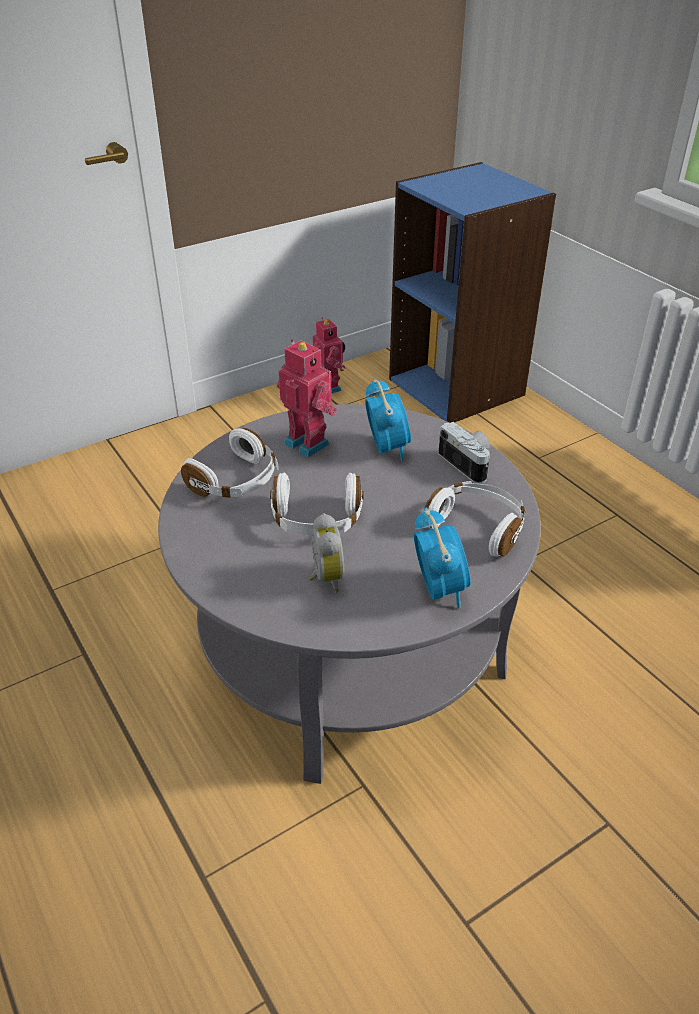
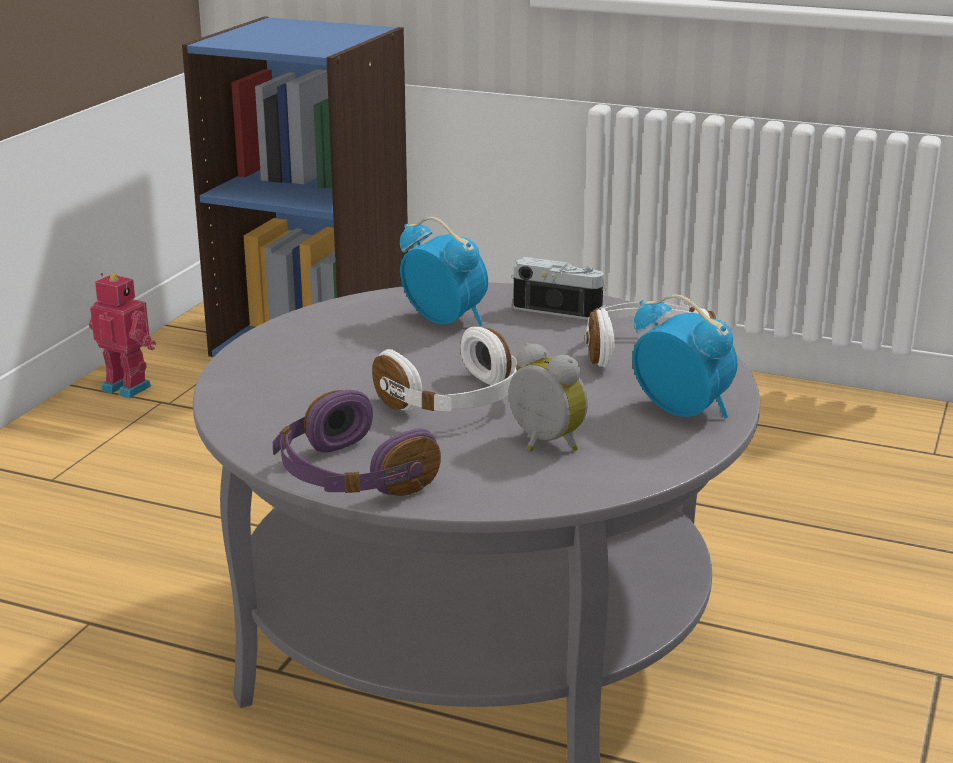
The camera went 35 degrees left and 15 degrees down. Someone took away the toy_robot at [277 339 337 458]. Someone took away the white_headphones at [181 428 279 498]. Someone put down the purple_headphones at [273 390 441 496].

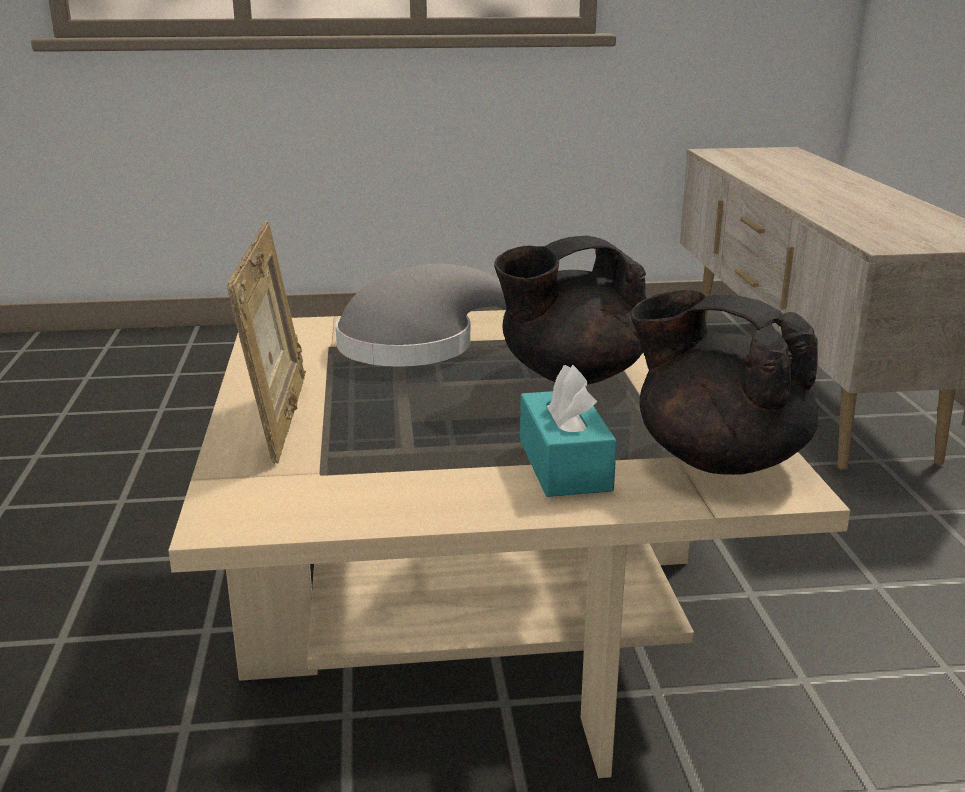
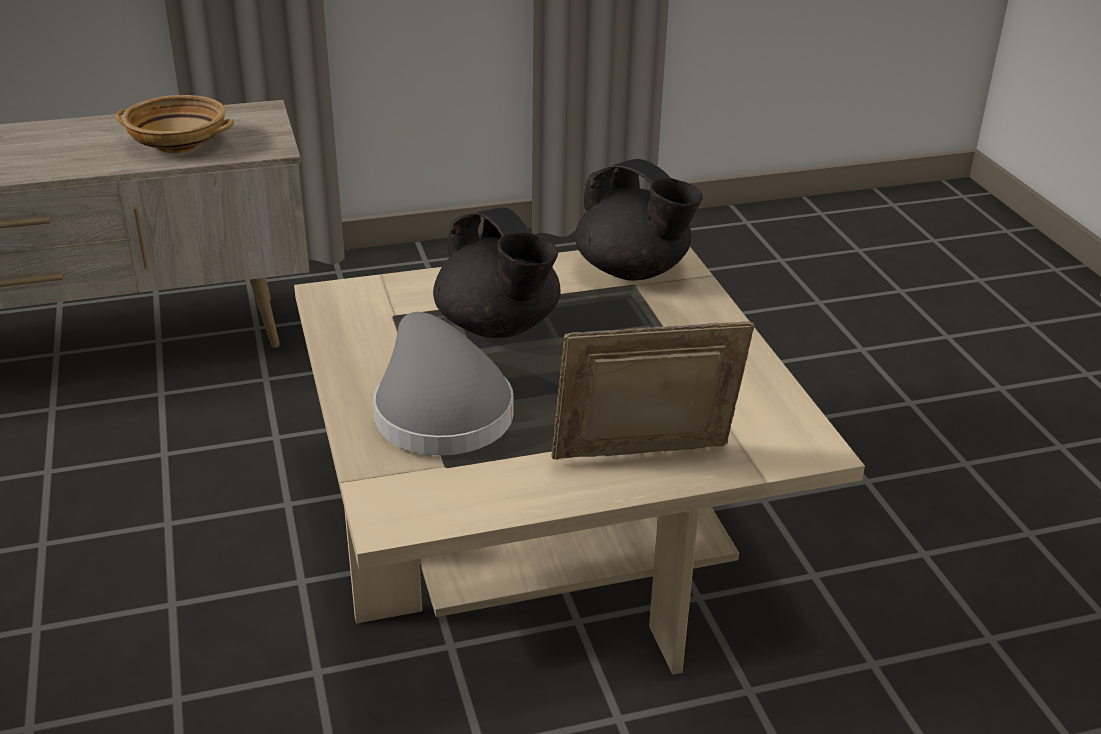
The camera went 100 degrees left and 10 degrees up. Someone rotated the black_teapot at [630 290 819 475] by 75 degrees counterclockwise. Someone took away the turquoise_tissue_box at [520 365 617 497]. Someone put down the beige_bowl at [116 95 234 153].

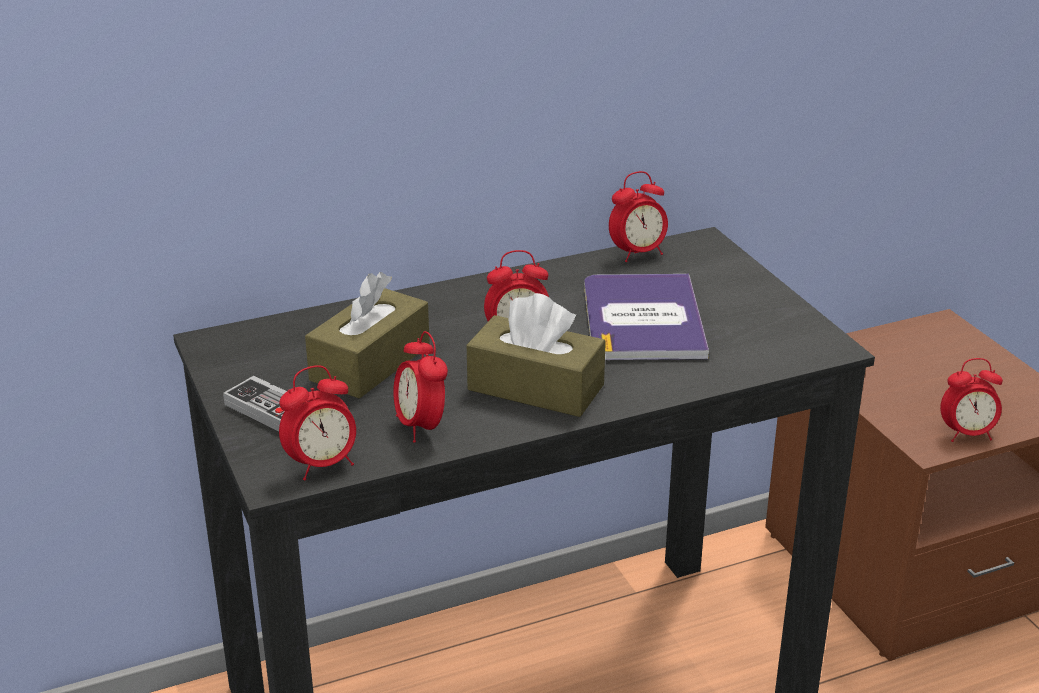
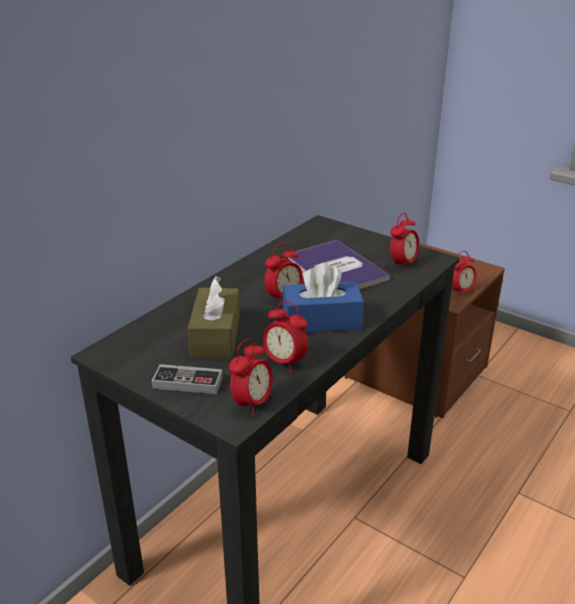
The camera went 30 degrees left and 0 degrees up. Someone carried the alarm_clock from [609 171 668 262] to [390 213 419 271]. Someone repainted the brown_tissue_box at [467 293 606 417], which became the blue_tissue_box at [282 263 364 332].

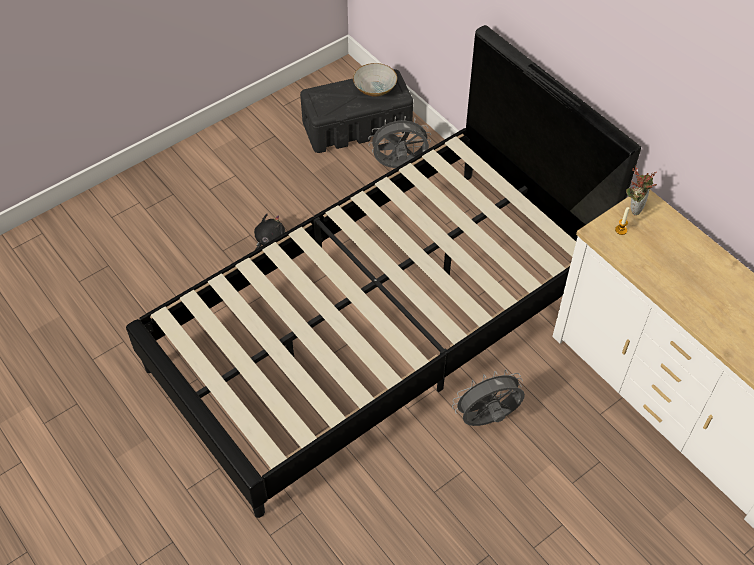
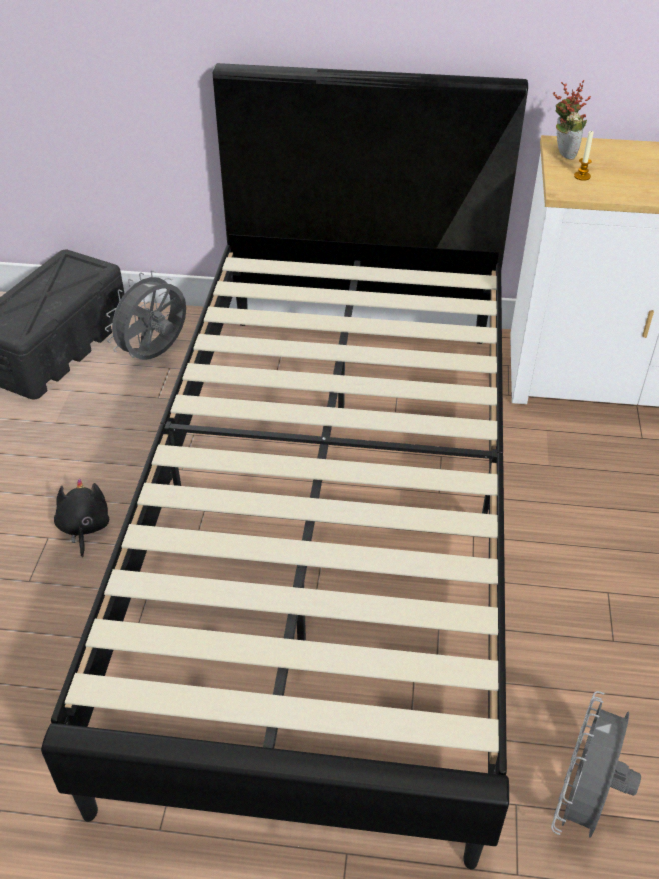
The camera went 45 degrees left and 10 degrees down. Someone took away the bowl at [353 63 397 96]. Someone carried the grey_fan from [452 369 525 426] to [551 691 641 838].

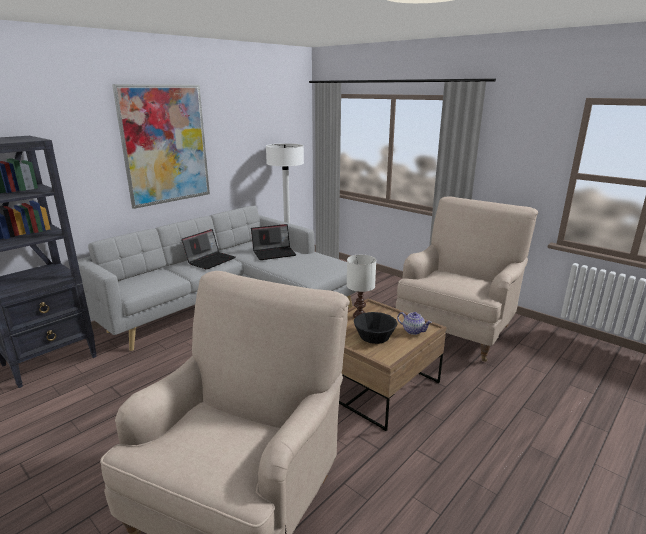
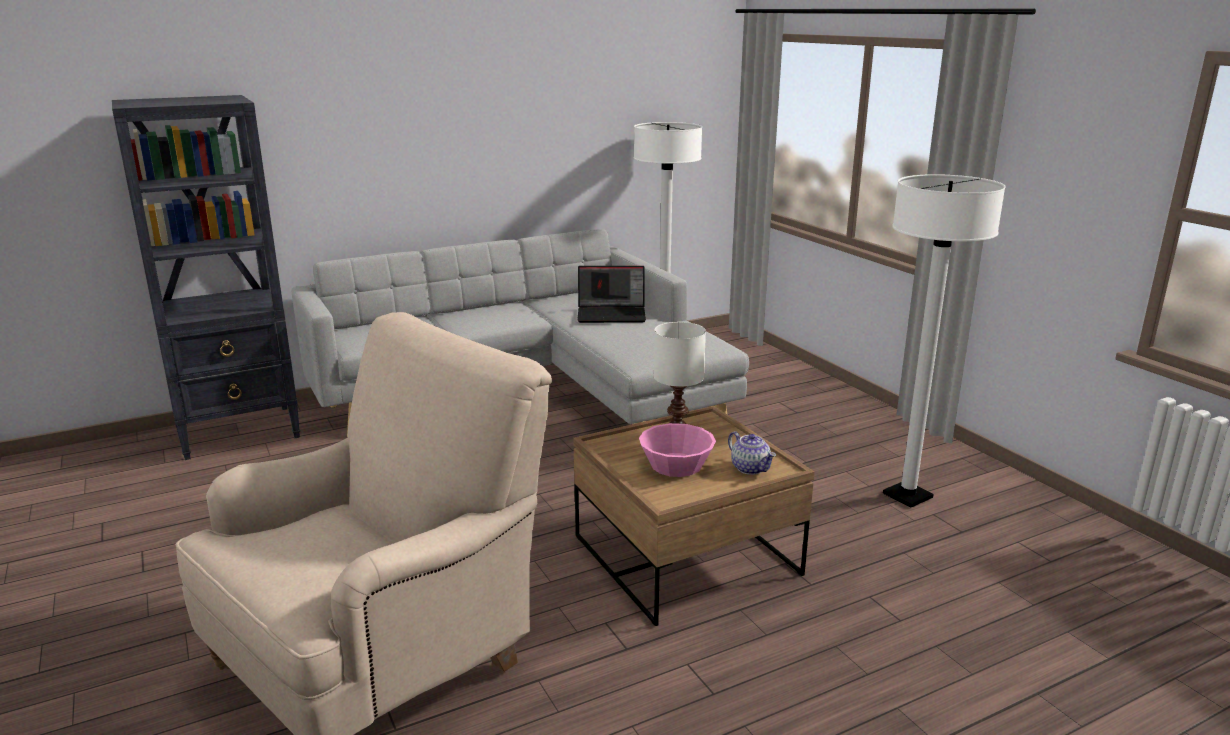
The camera went 20 degrees right and 0 degrees up. Someone took away the picture at [112 84 210 209]. Someone swapped the beige_armchair at [396 196 538 362] for the white_floor_lamp at [883 174 1006 508]. Someone took away the laptop at [182 229 236 270]. Someone repainted the black_bowl at [354 312 398 344], which became the pink_bowl at [639 423 716 477].

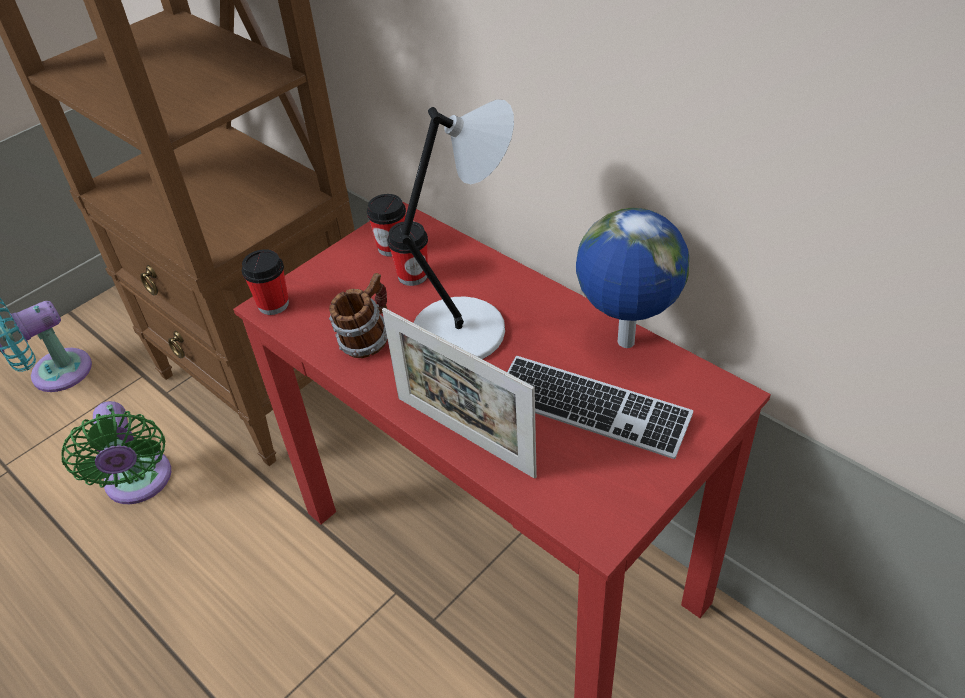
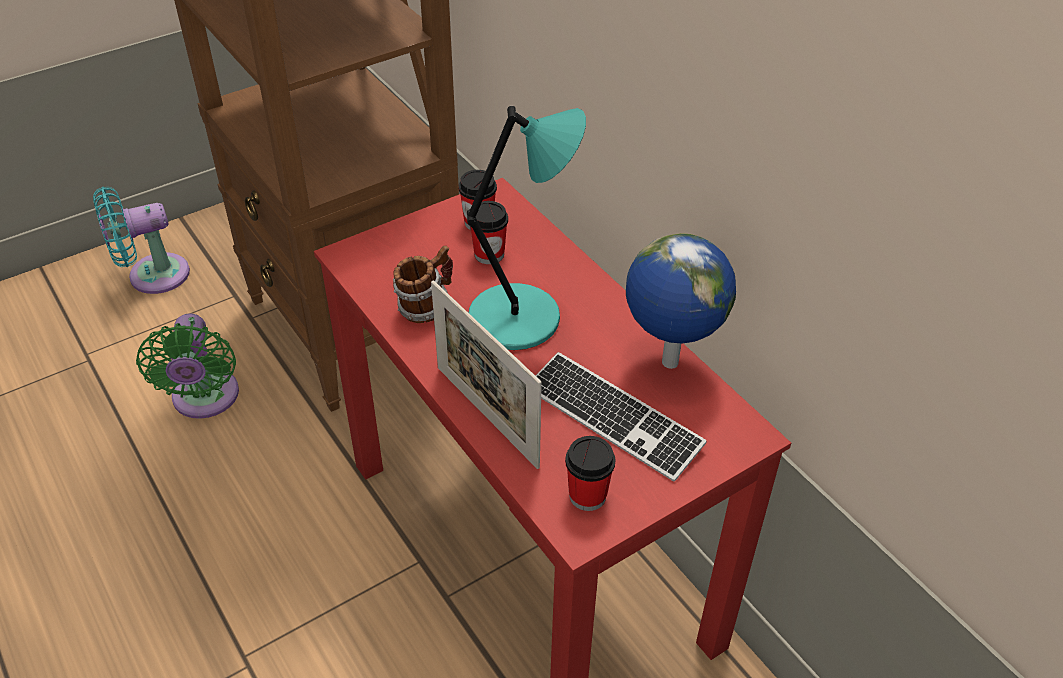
The camera went 10 degrees right and 0 degrees up. Someone repainted the grey_table_lamp at [399 99 514 359], which became the turquoise_table_lamp at [467 106 586 350]. Someone carried the cup from [242 249 289 315] to [565 436 615 511].

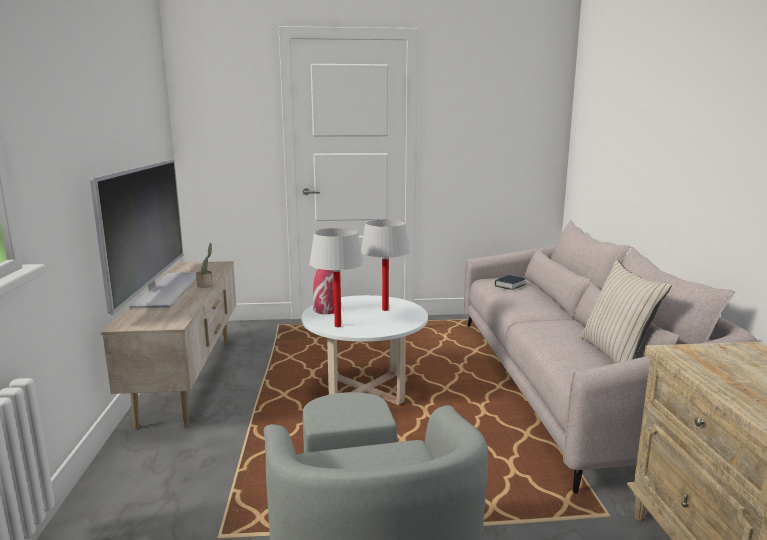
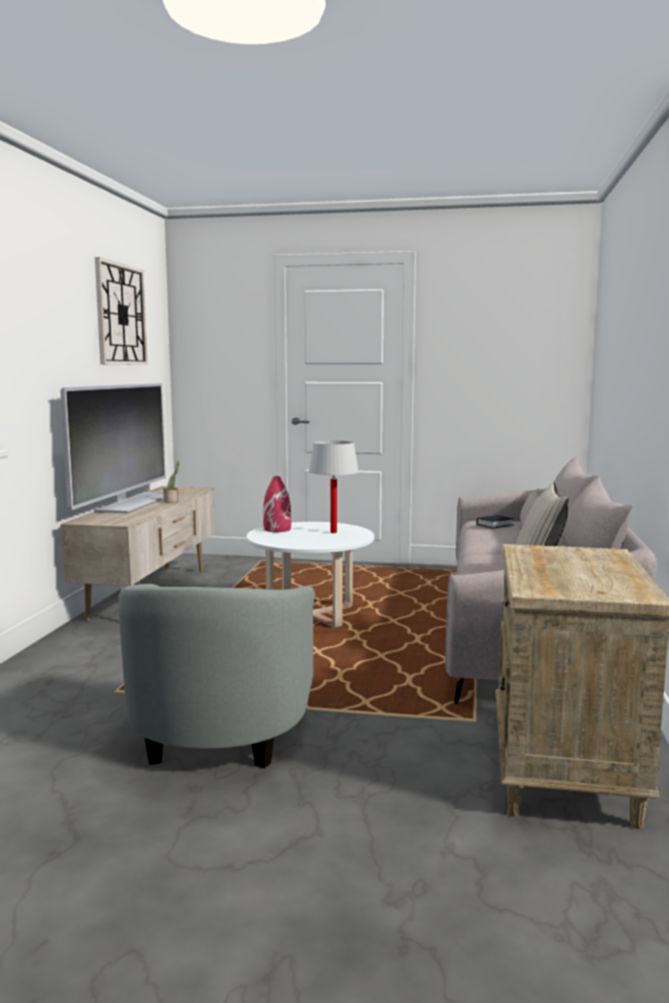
The camera went 15 degrees right and 5 degrees down. Someone took away the white_table_lamp at [309 228 364 327]. Someone put up the wall_clock at [95 257 148 365].

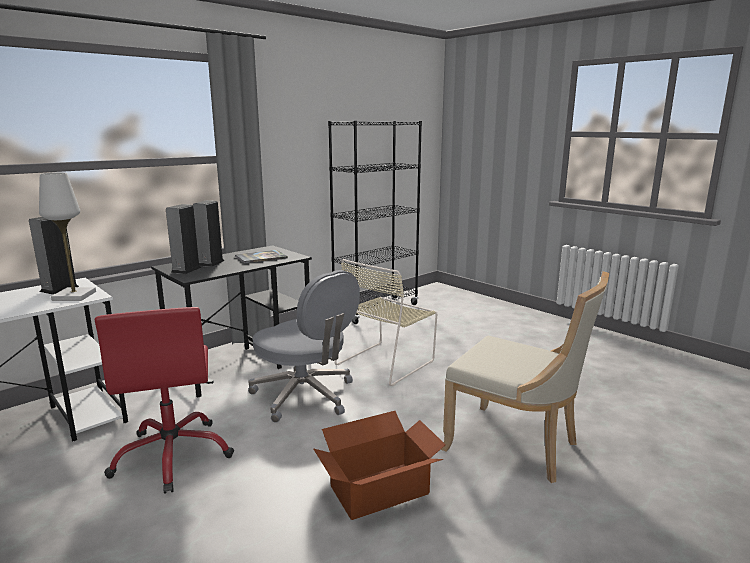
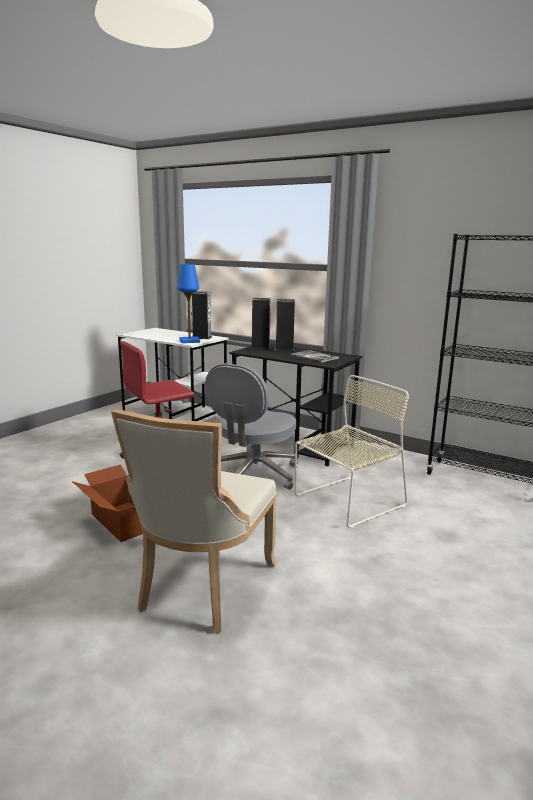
The camera went 75 degrees right and 0 degrees up. Someone repainted the white_table_lamp at [39 173 96 301], which became the blue_table_lamp at [177 264 200 343]. Someone rotated the beige_chair at [335 259 437 386] by 120 degrees clockwise.

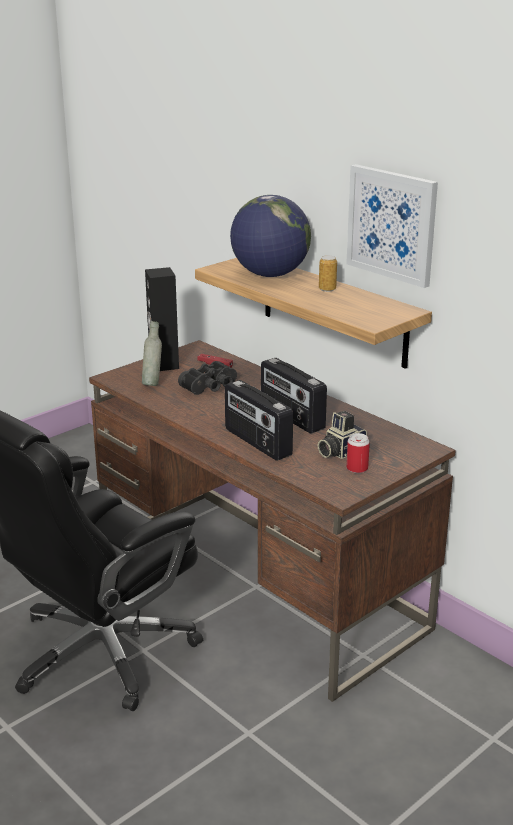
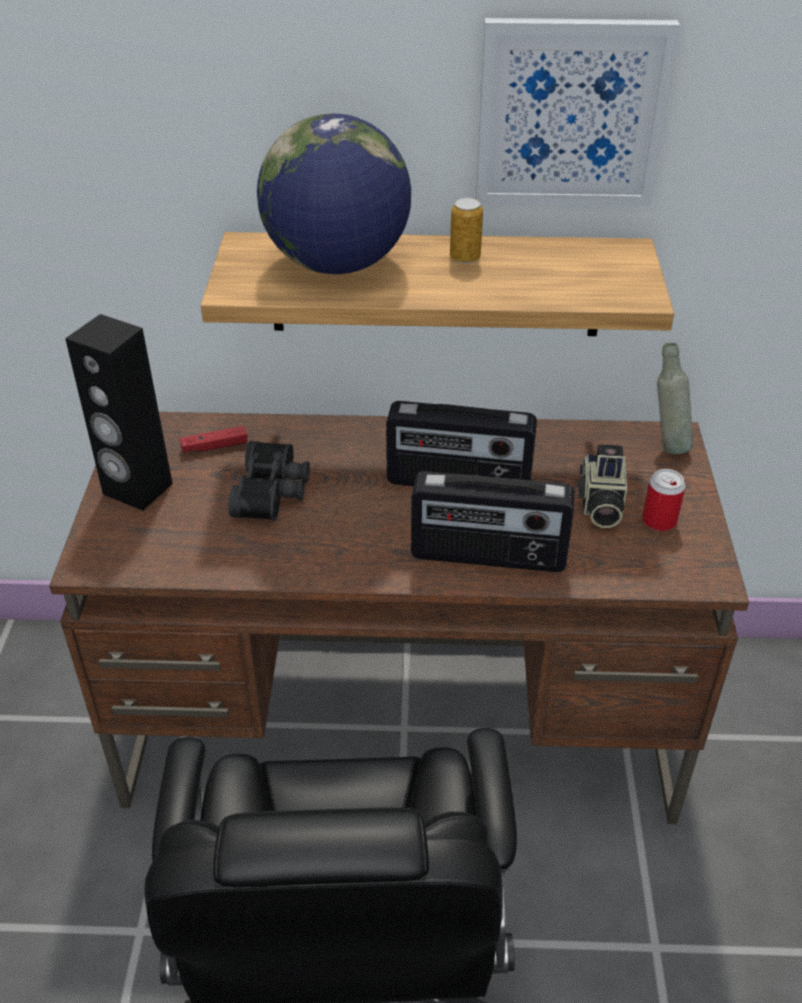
The camera went 45 degrees left and 15 degrees up. Someone carried the grey_bottle from [142 321 162 386] to [657 343 693 454].

